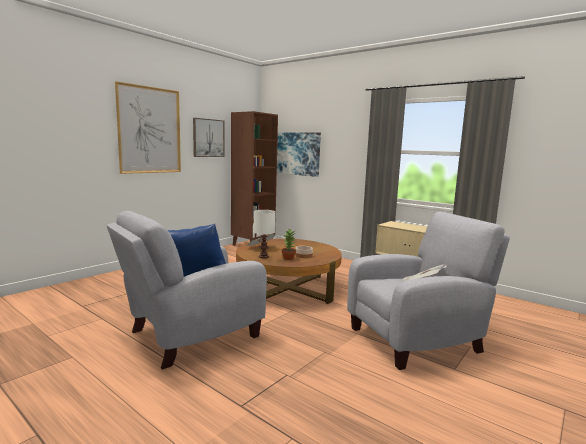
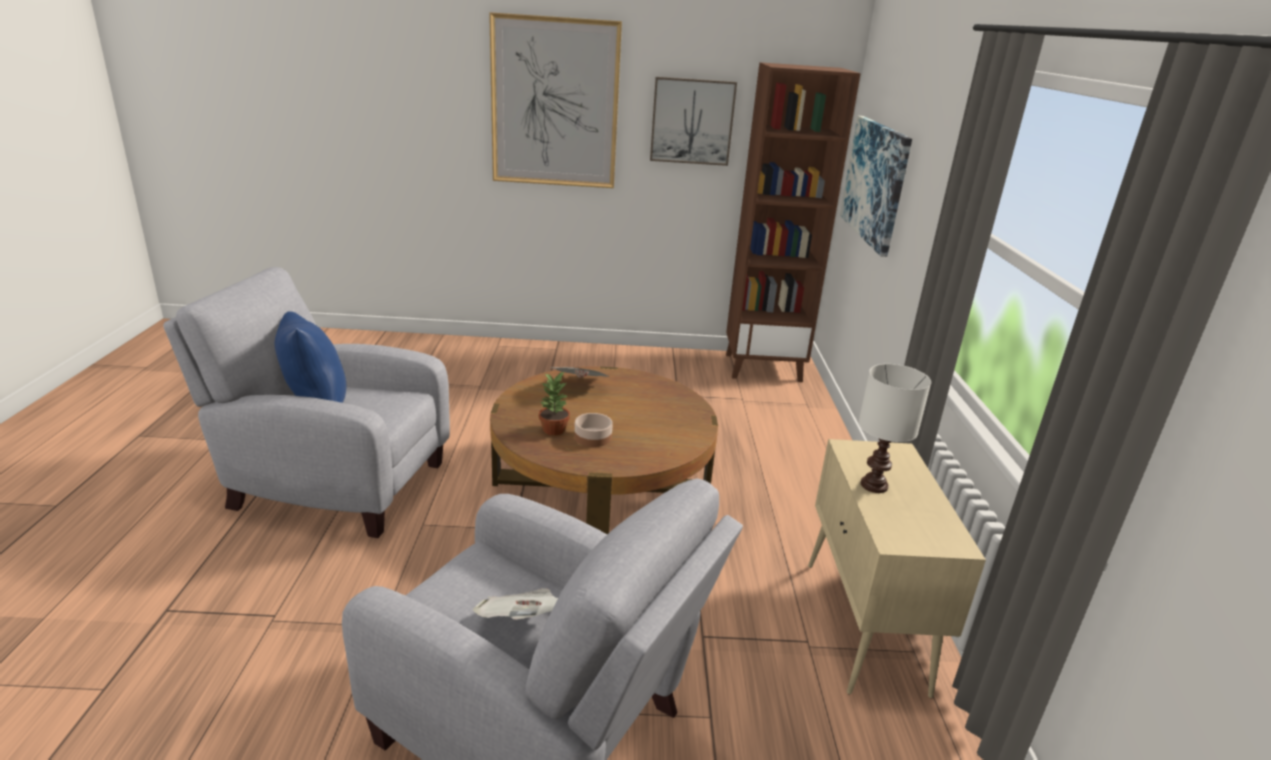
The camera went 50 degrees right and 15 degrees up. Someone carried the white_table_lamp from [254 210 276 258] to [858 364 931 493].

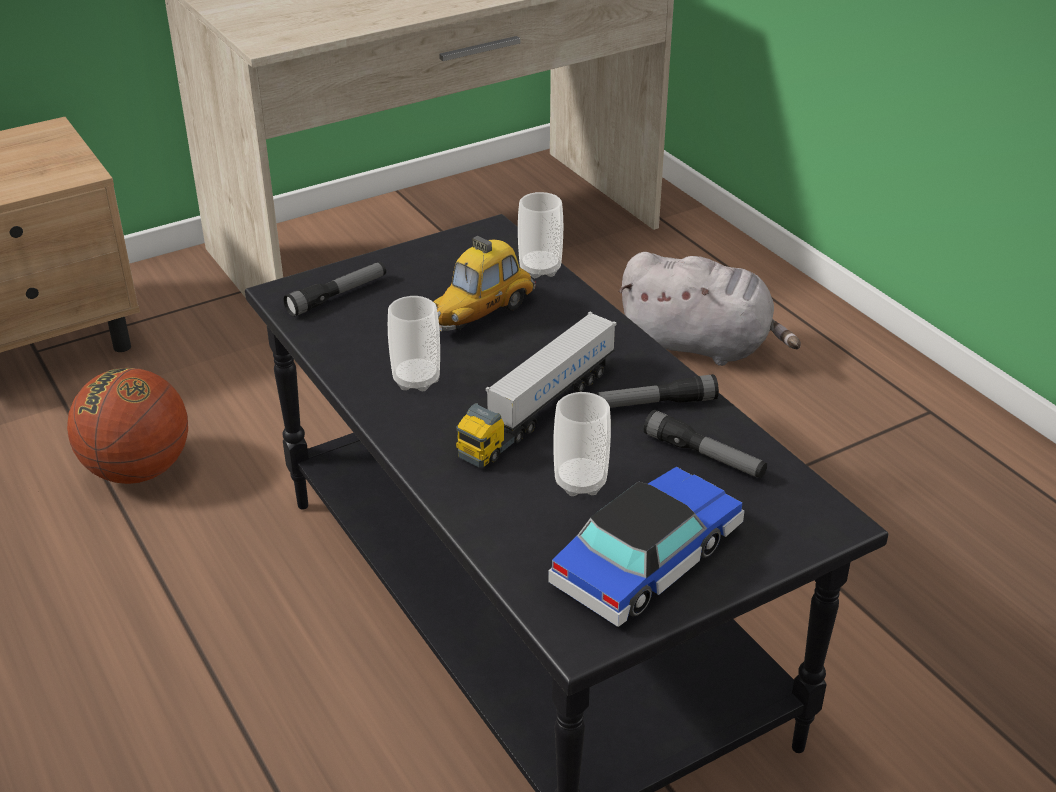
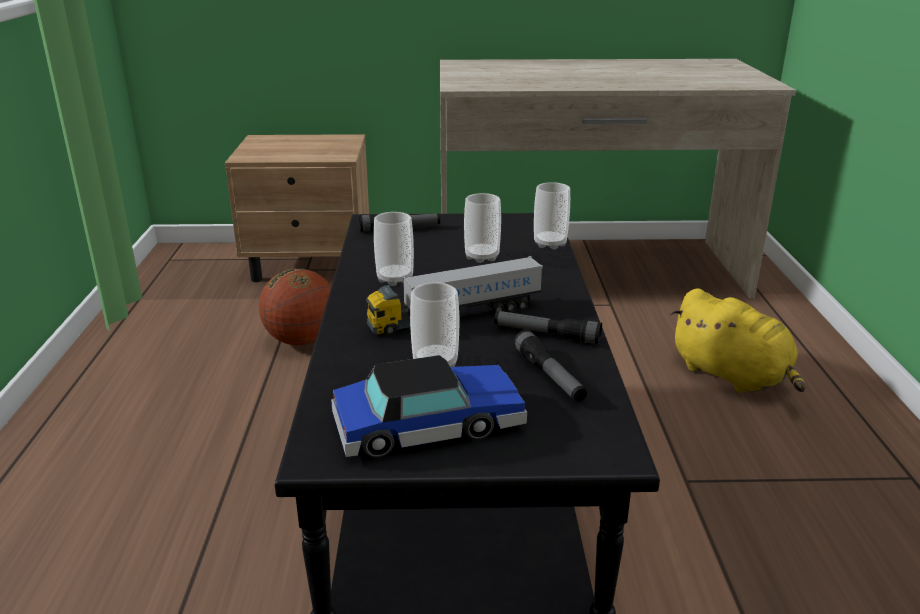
The camera went 30 degrees right and 10 degrees down. Someone swapped the toy_car at [434 236 536 332] for the cup at [464 193 501 263]. Someone repainted the grey_plush_toy at [619 252 801 366], which became the yellow_plush_toy at [670 288 805 393].

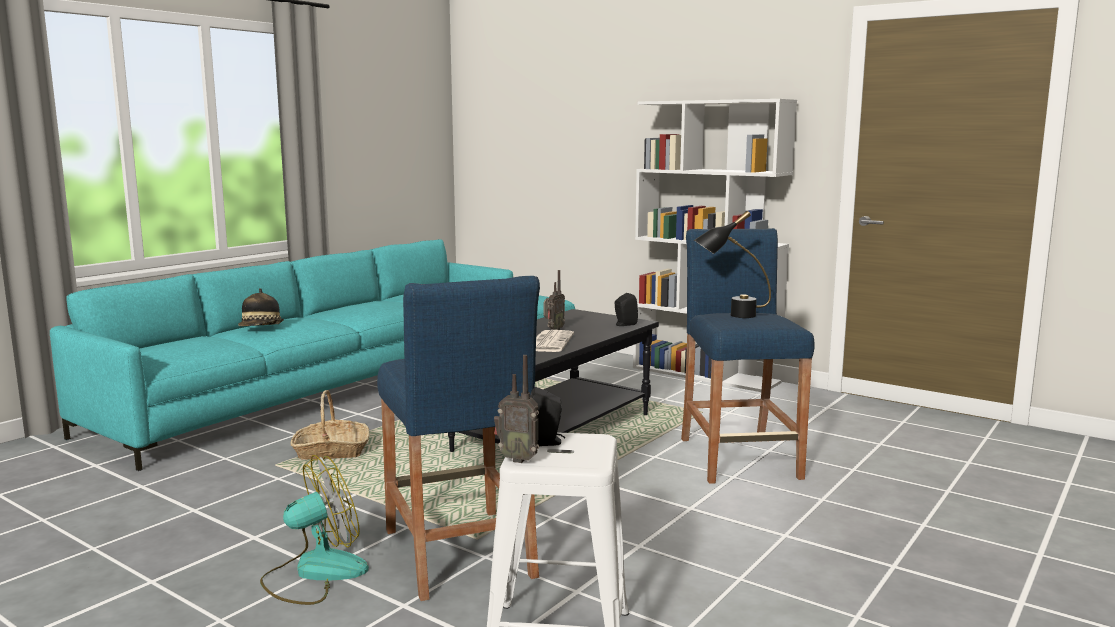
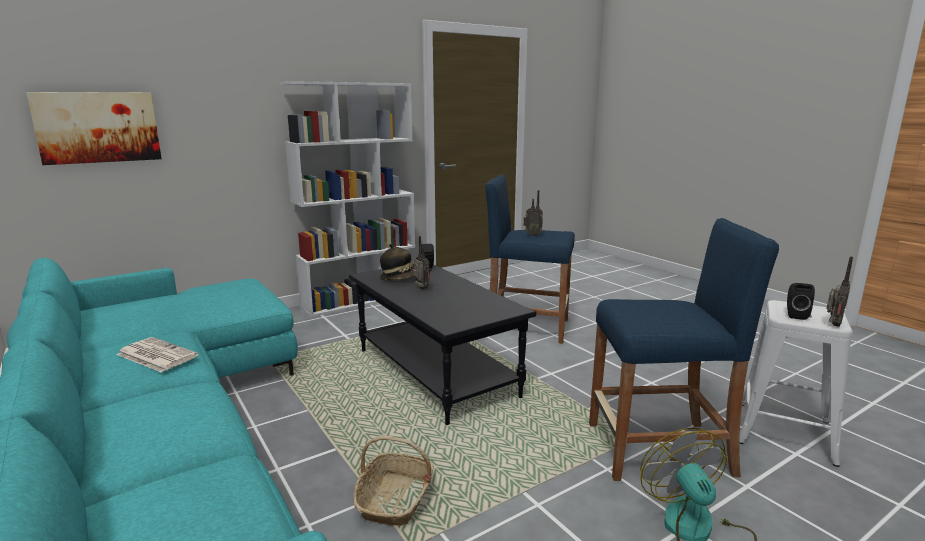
The camera went 70 degrees left and 5 degrees up. Someone swapped the black_table_lamp at [694 211 771 318] for the radio at [523 190 543 236]. Someone carried the hat from [238 288 284 326] to [380 244 414 281]. Someone carried the newspaper from [536 330 574 352] to [117 337 198 372]. Someone put up the picture at [26 92 162 165].

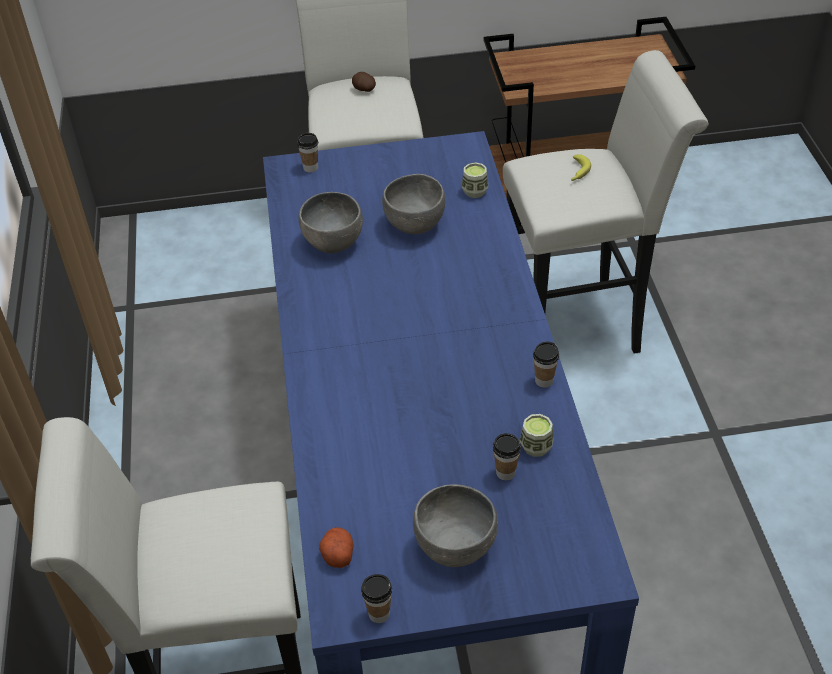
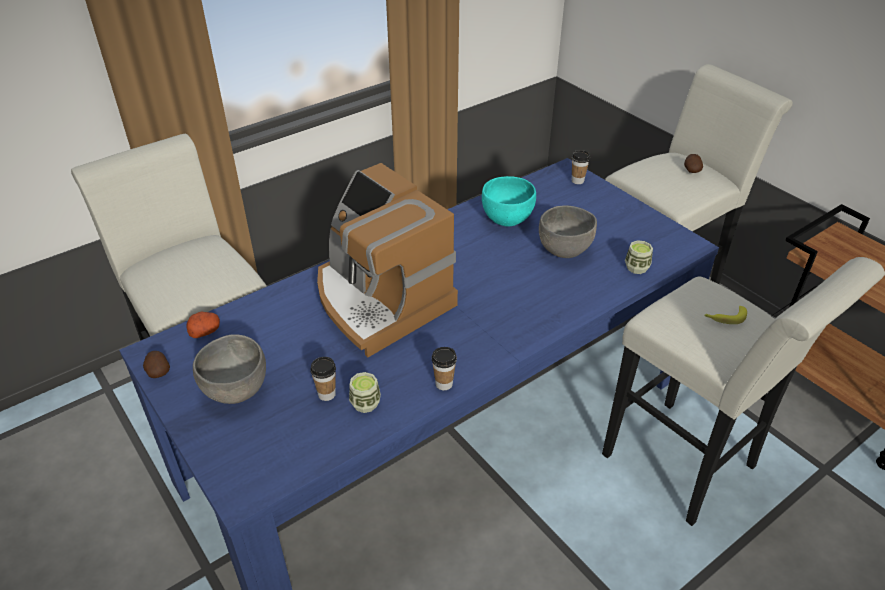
The camera went 60 degrees right and 5 degrees down. Someone repainted the grey_bowl at [299 192 363 254], which became the turquoise_bowl at [482 176 536 227]. Someone swapped the cup at [361 574 392 623] for the potato at [143 351 170 378]. Someone put down the coffee_machine at [317 163 458 358].

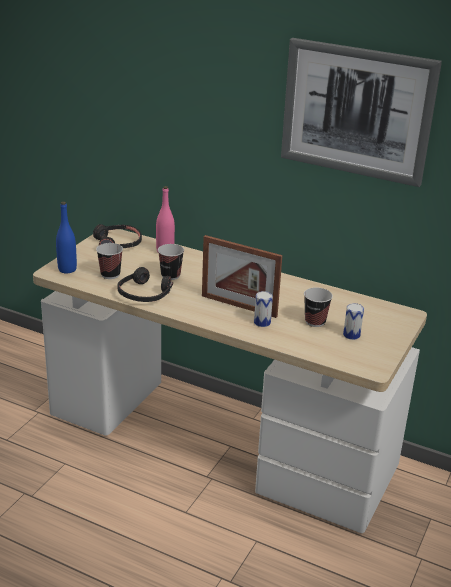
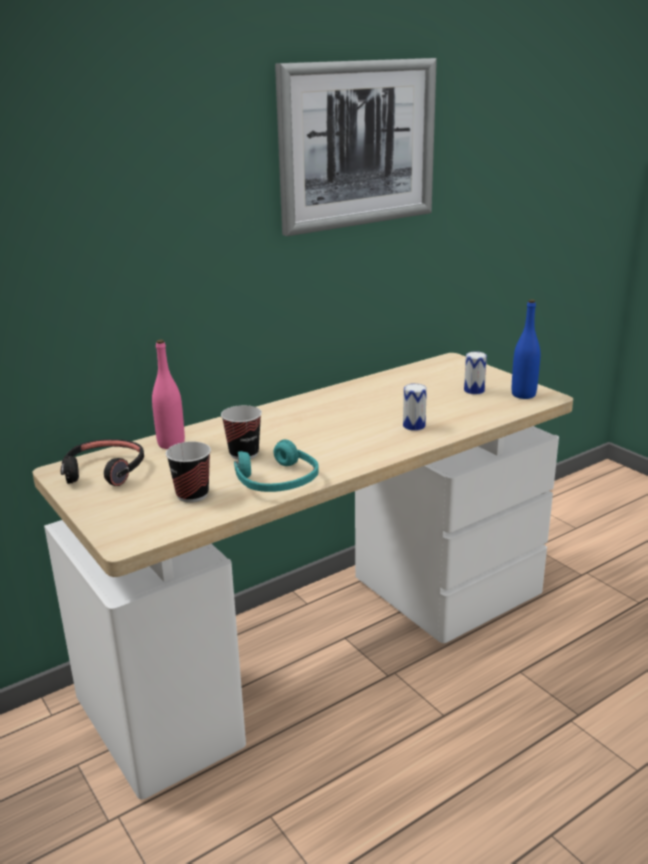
The camera went 60 degrees left and 5 degrees down. Someone carried the blue_bottle from [56 202 77 273] to [512 299 540 399]. Someone took away the picture_frame at [202 235 283 318]. Someone repainted the black_headphones at [117 267 173 302], which became the turquoise_headphones at [234 439 319 492]. Someone took away the cup at [304 288 333 327].

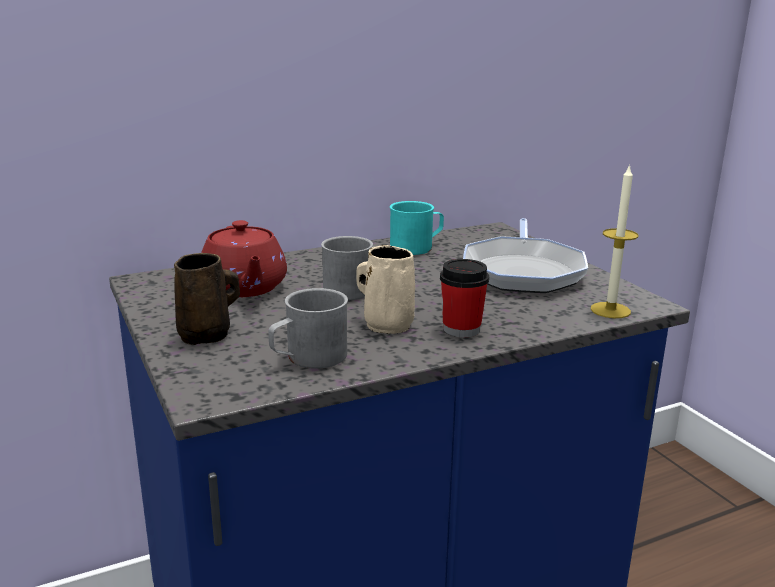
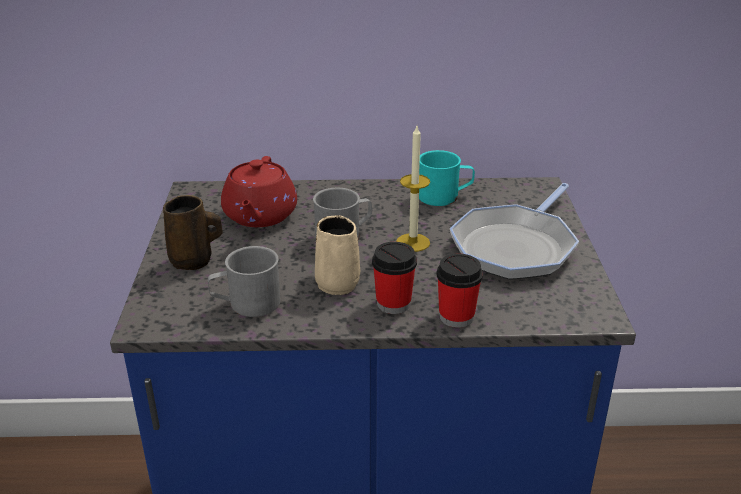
The camera went 25 degrees right and 10 degrees up. Someone carried the candle from [591 164 638 318] to [396 126 430 252]. Someone put down the cup at [436 254 483 328].

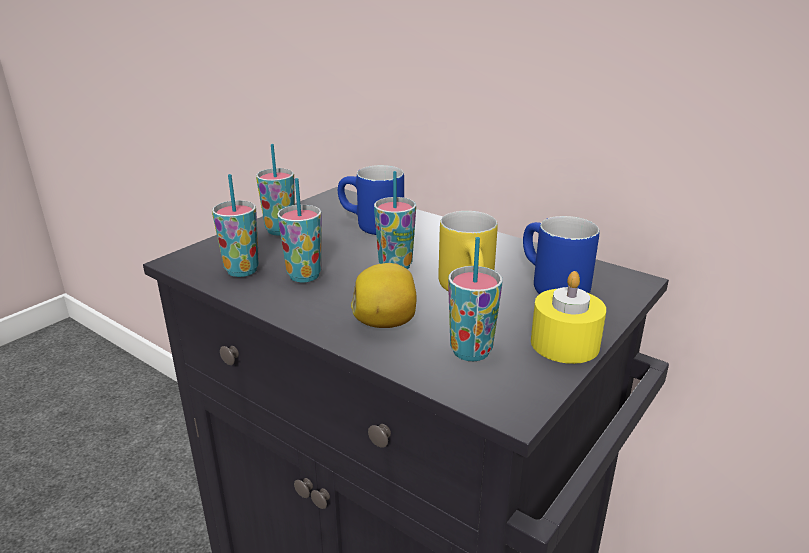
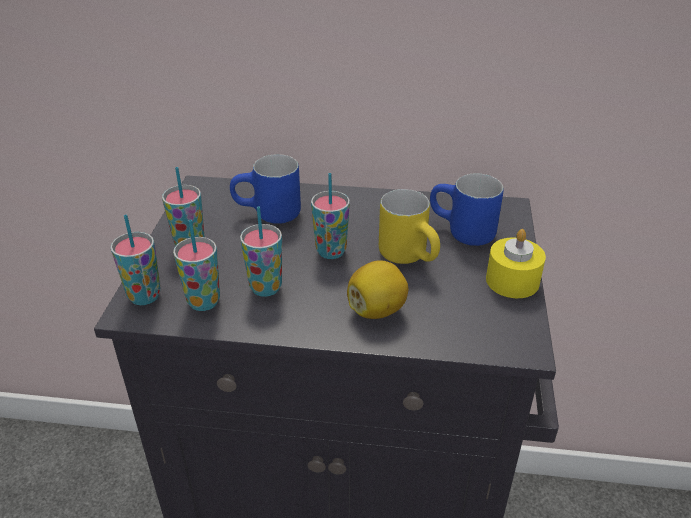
The camera went 30 degrees left and 10 degrees up. Someone carried the cup from [448 237 502 361] to [110 214 161 305].

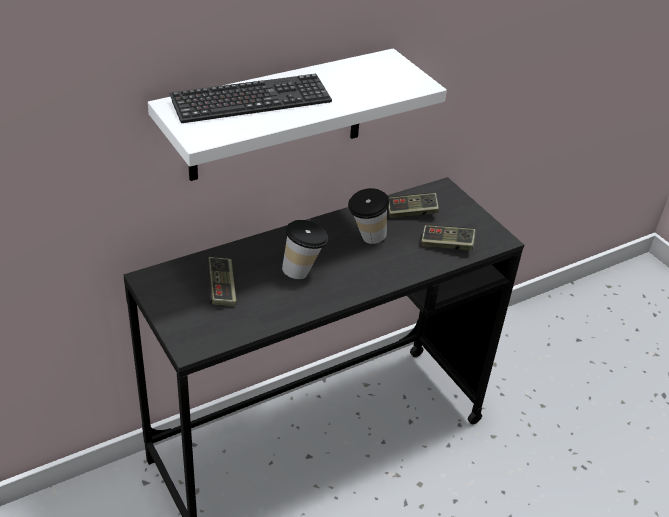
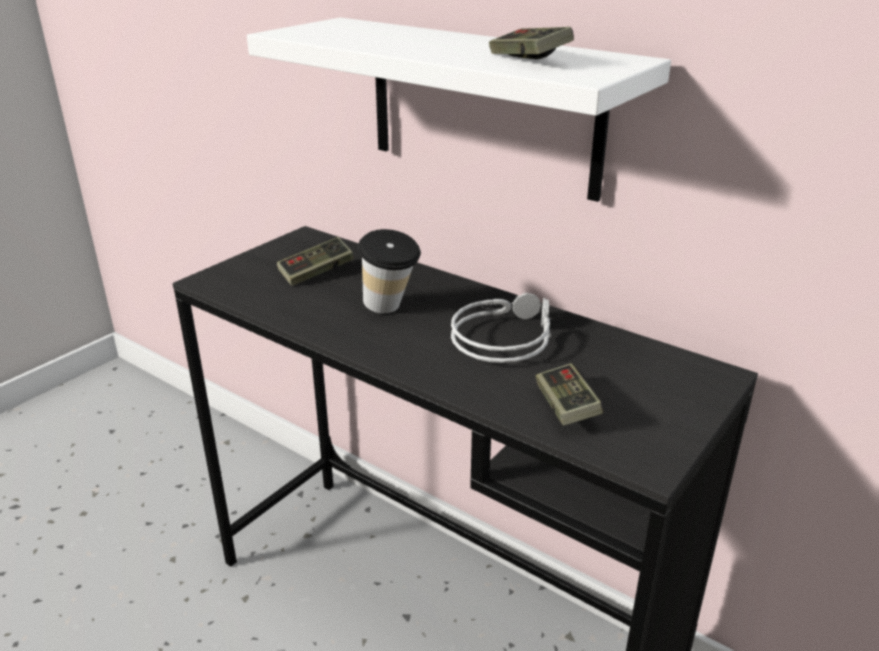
The camera went 70 degrees right and 10 degrees down. Someone took away the keyboard at [169 74 332 123]. Someone swapped the cup at [348 188 389 244] for the grey_headphones at [451 292 551 363]. Someone carried the game_controller from [388 193 439 218] to [489 27 574 59].

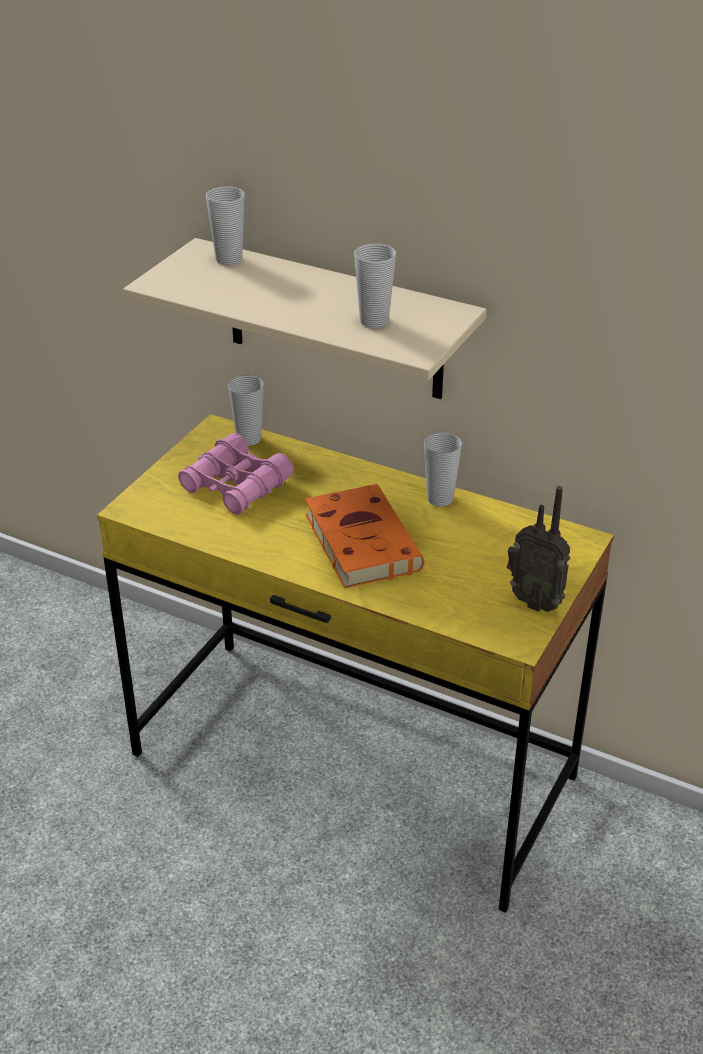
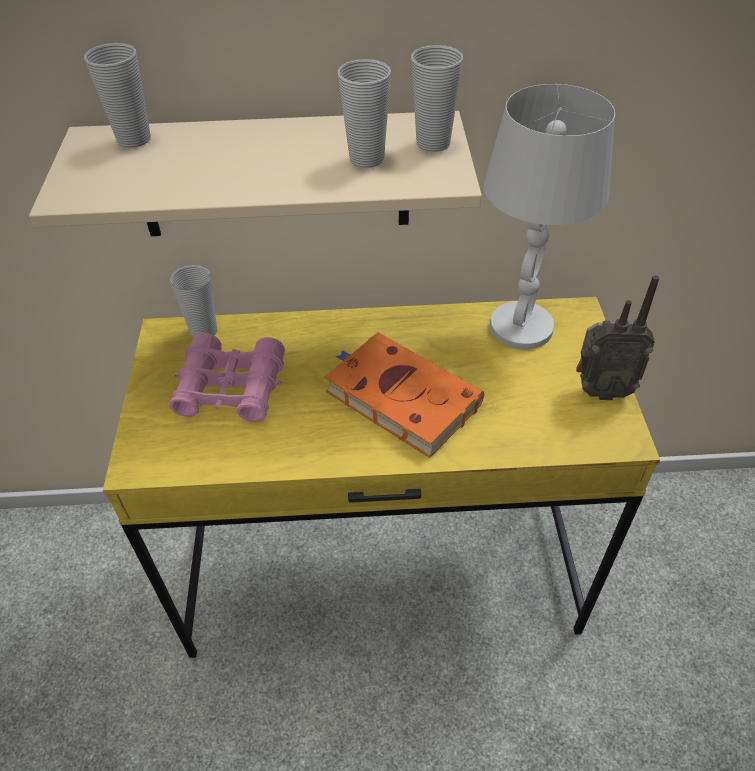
The camera went 30 degrees left and 10 degrees up. Someone carried the cup from [424 432 462 507] to [411 45 463 152]. Someone put down the white_table_lamp at [484 84 615 350].

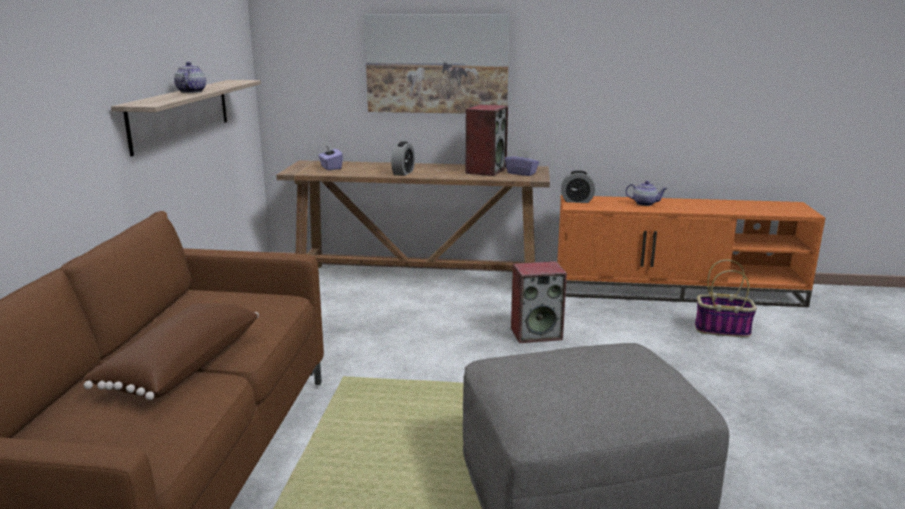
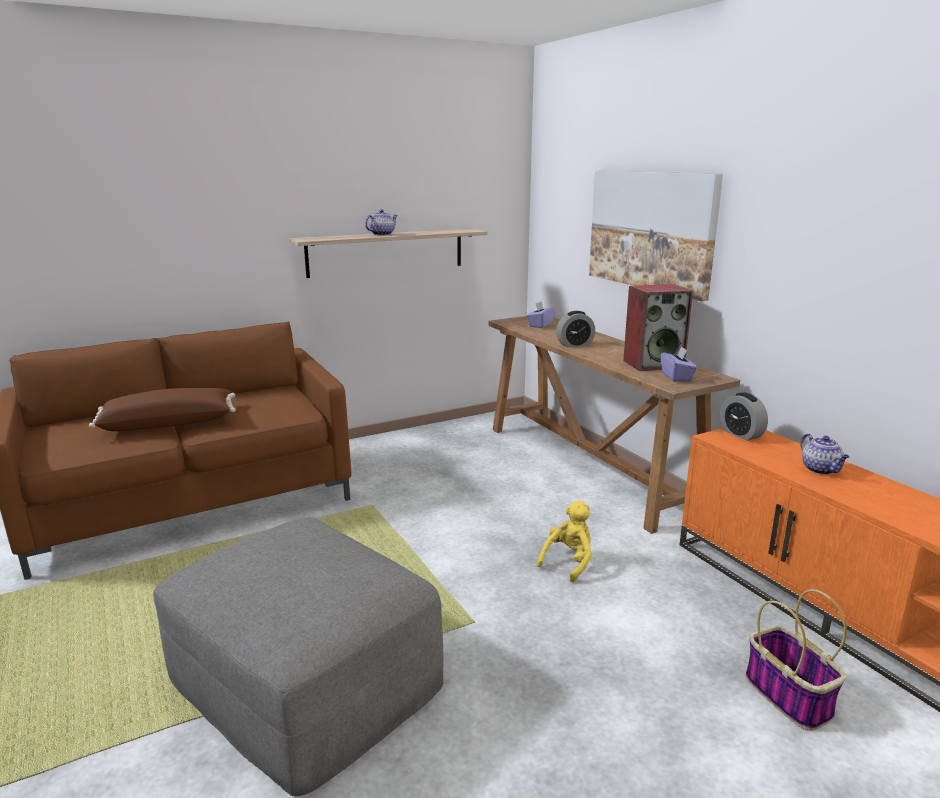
The camera went 55 degrees right and 0 degrees up. Someone swapped the speaker at [511 261 567 343] for the yellow_plush_toy at [537 501 592 583].

